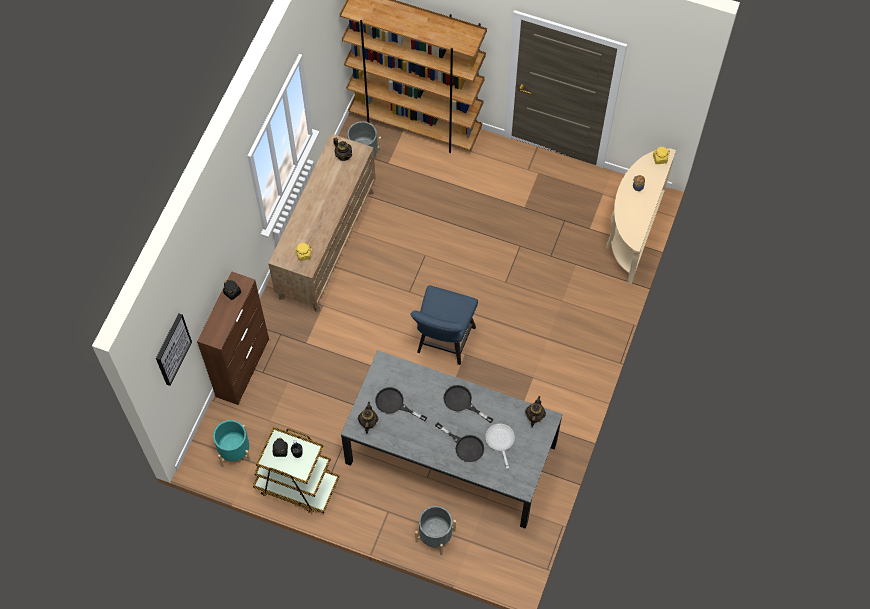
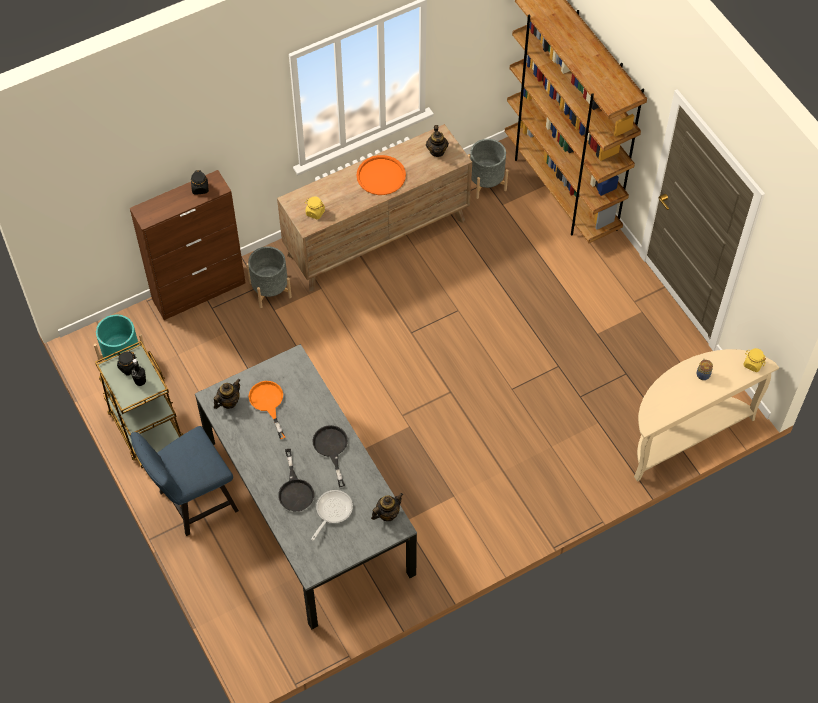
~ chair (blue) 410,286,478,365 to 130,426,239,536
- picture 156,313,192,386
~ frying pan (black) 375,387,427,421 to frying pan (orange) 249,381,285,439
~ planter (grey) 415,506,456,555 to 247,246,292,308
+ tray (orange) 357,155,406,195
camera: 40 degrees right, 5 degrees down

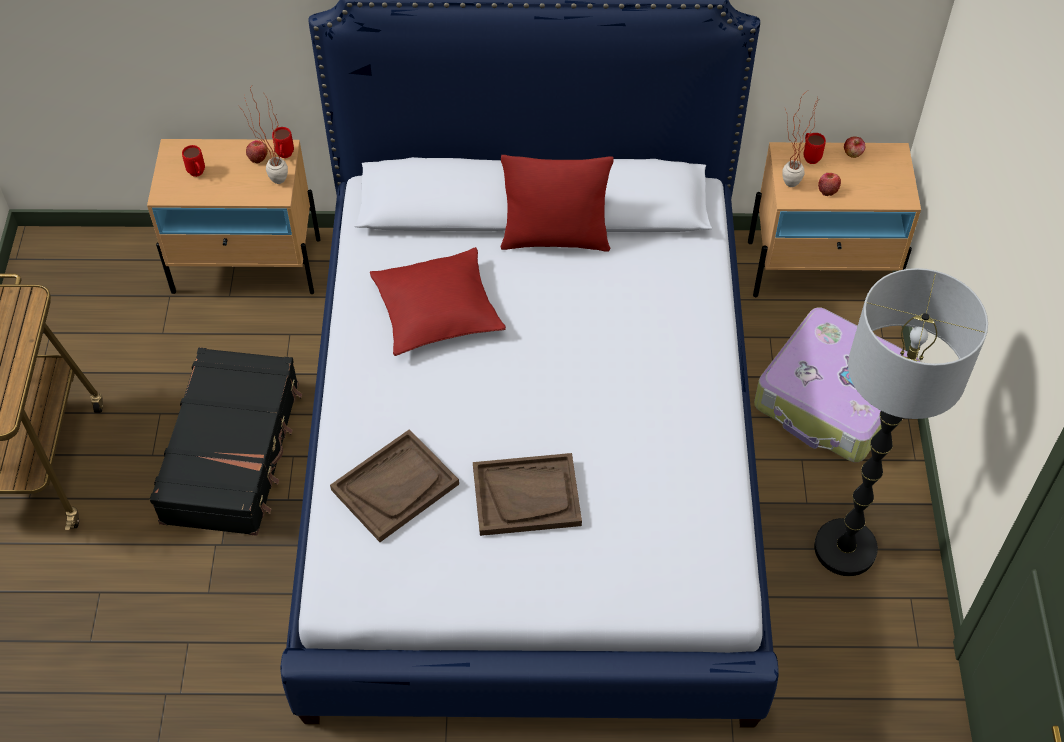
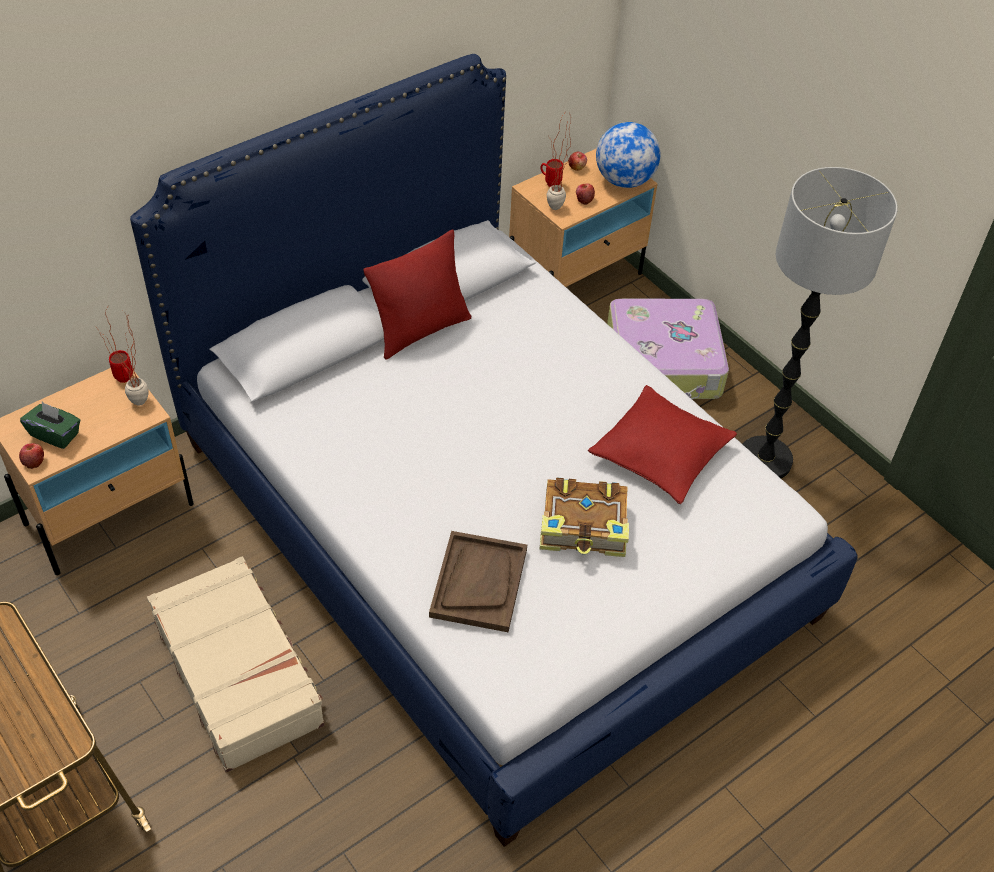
~ apple 246,140,268,164 to 19,443,44,469
~ mug (red) 182,145,205,177 to tissue box (green) 20,402,80,449
~ pillow (red) 370,247,506,356 to 588,385,737,504
~ suitcase (black) 150,347,302,536 to suitcase (beige) 147,556,325,773
~ tray (brown) 473,453,582,536 to book 540,477,629,557
+ globe 596,122,660,188
camera: 40 degrees left, 5 degrees down

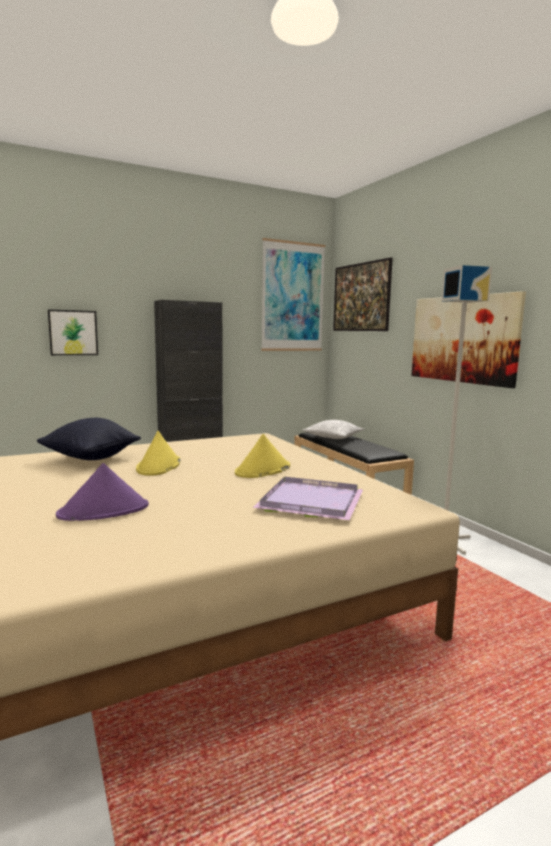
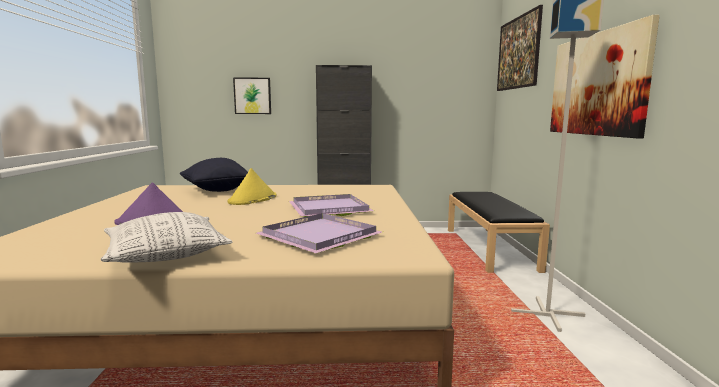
- picture 261,238,325,351
~ pillow 303,420,365,439 to 100,212,233,263
~ hat (yellow) 235,434,290,478 to tray (purple) 289,194,374,217
camera: 25 degrees right, 0 degrees up

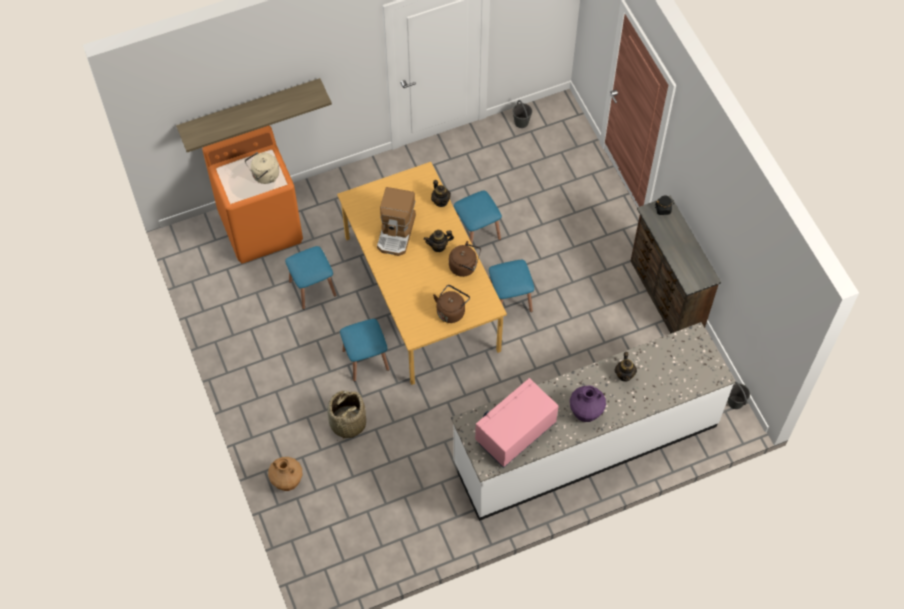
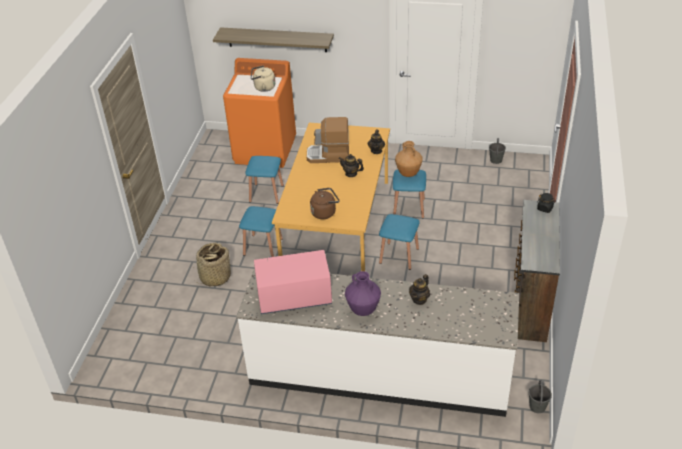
~ coffee machine 377,187,416,256 = 307,117,349,163 45 degrees clockwise
- kettle (brown) 449,241,481,277
~ vase (brown) 268,457,302,491 to 395,141,423,177
camera: 35 degrees right, 20 degrees down

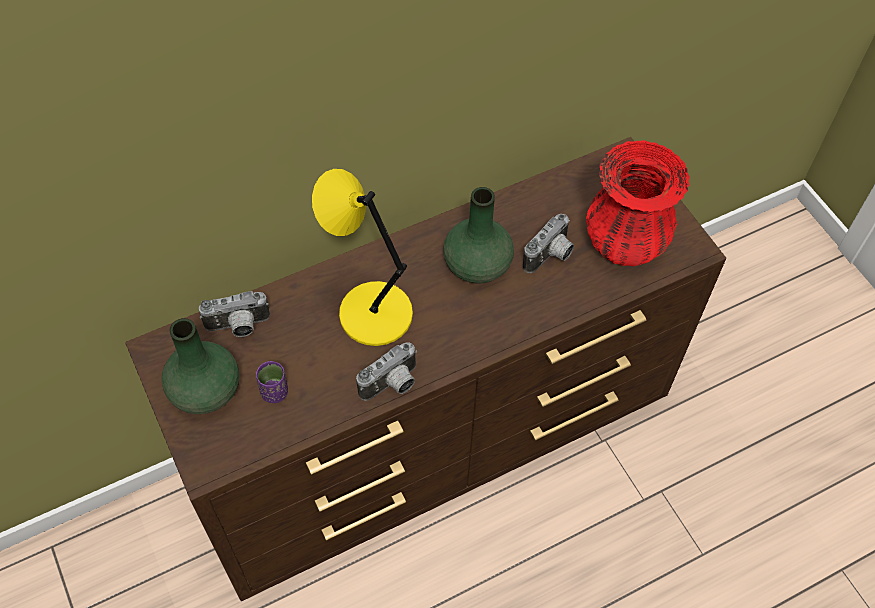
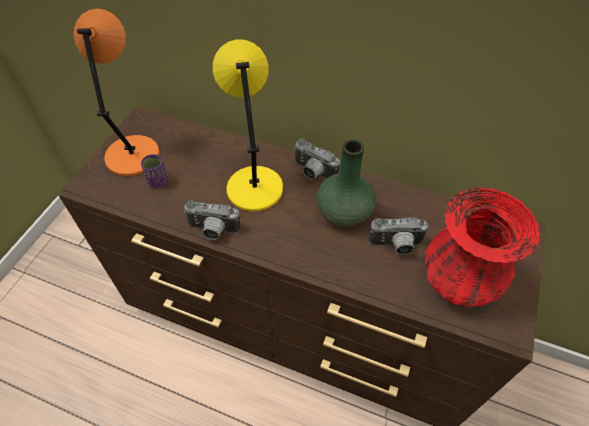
~ photo camera 199,291,270,337 to 294,138,340,179
~ vase (green) 161,318,239,414 to table lamp (orange) 74,8,160,176
camera: 50 degrees right, 5 degrees down

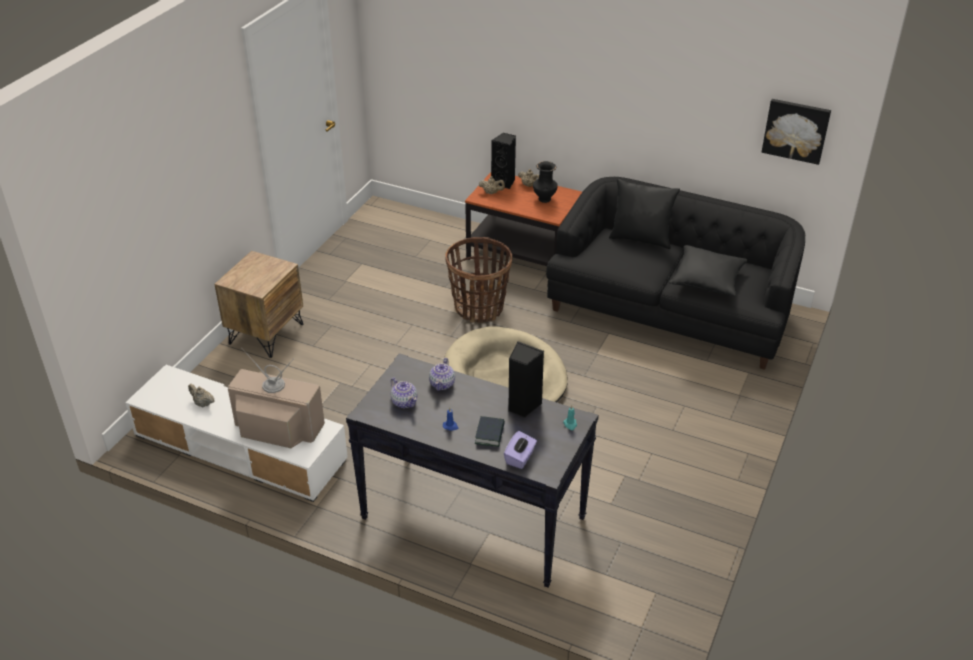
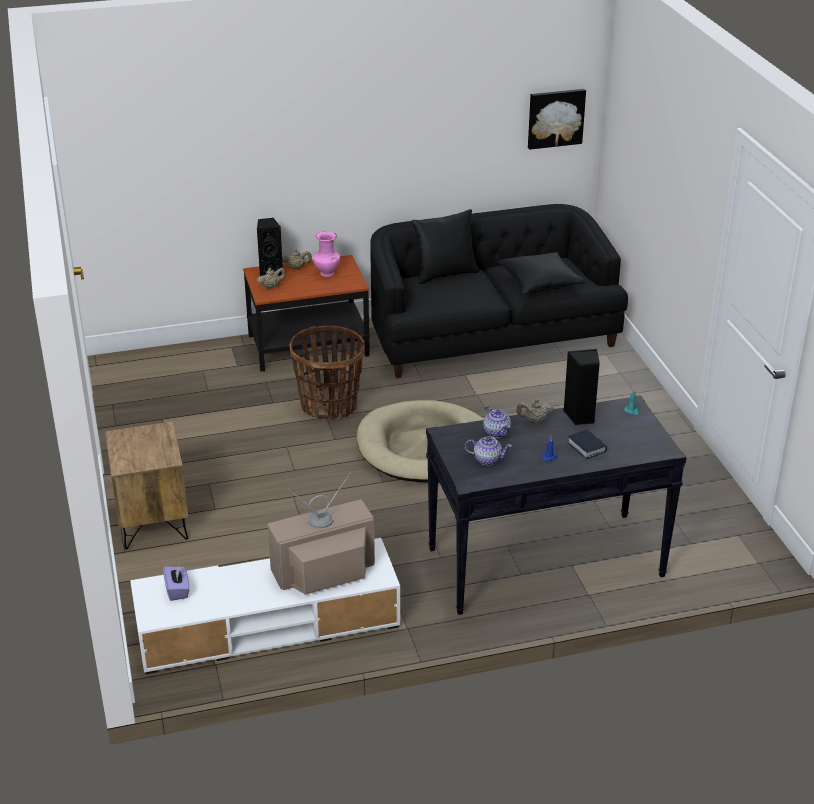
~ vase (black) 533,161,558,203 to vase (pink) 313,231,340,277
~ teapot (beige) 188,384,215,407 to 517,399,554,423
~ tissue box (purple) 504,431,537,469 to 163,564,190,601
camera: 40 degrees left, 5 degrees down

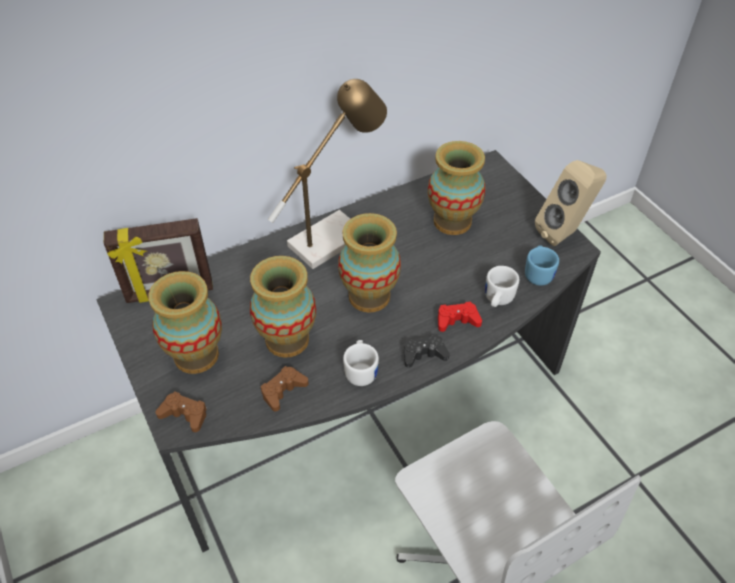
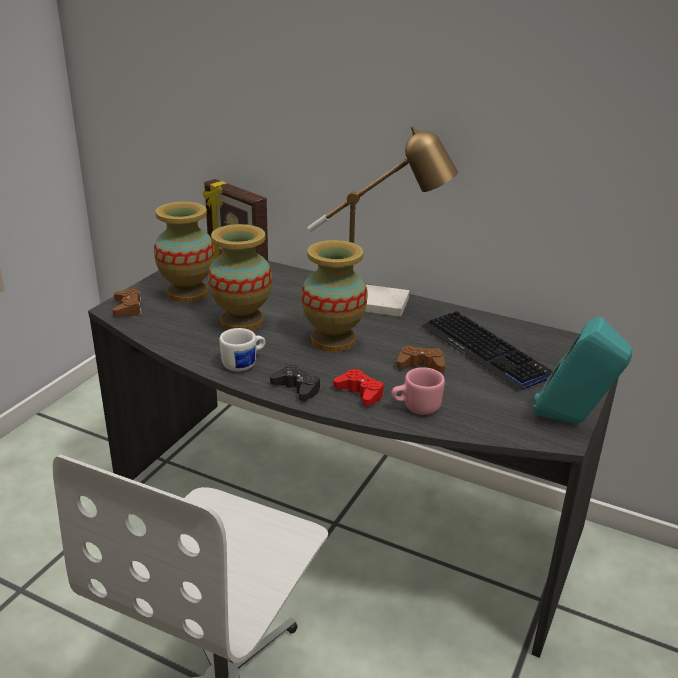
~ vase 428,141,485,235 to keyboard 421,311,553,390
~ speaker (beige) 535,160,607,246 to speaker (turquoise) 533,317,633,424
- mug (blue) 525,246,559,286
~ mug (white) 485,266,519,307 to mug (pink) 391,367,445,415
~ game controller (brown) 261,366,309,411 to 396,346,445,373
camera: 55 degrees right, 20 degrees down

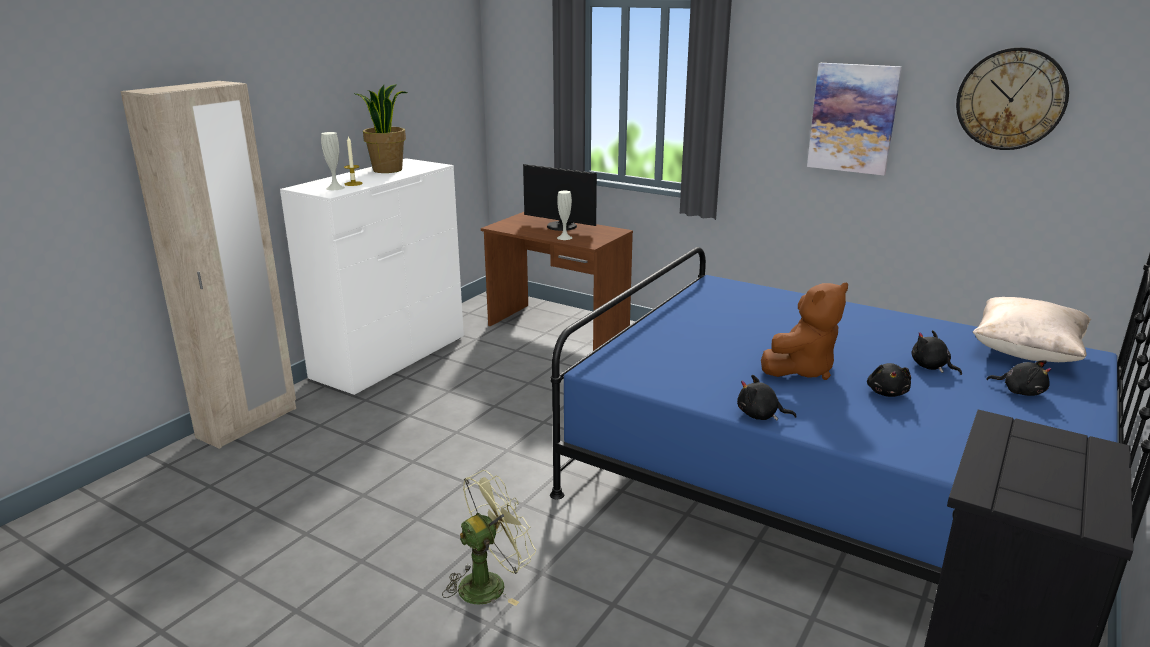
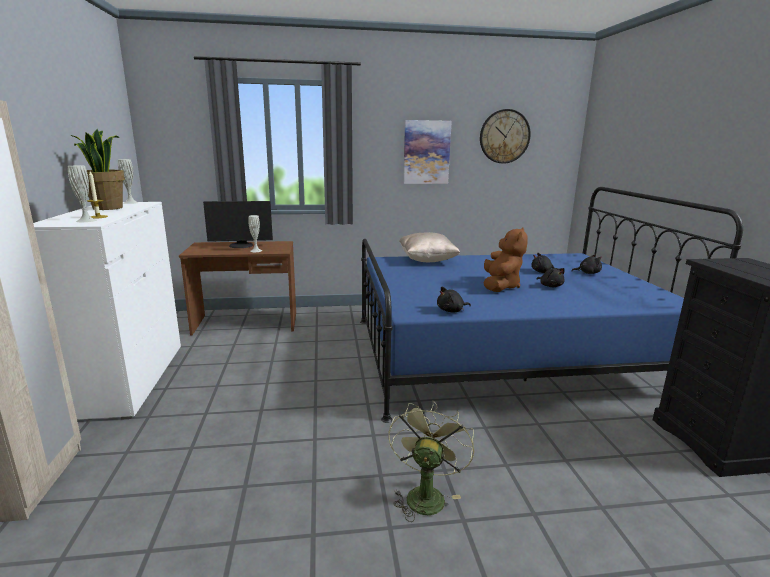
~ pillow (beige) 973,297,1091,362 to 399,232,460,262
~ plush toy (black) 737,375,797,420 to 437,286,471,312
+ vase (white) 118,159,139,204
camera: 40 degrees left, 5 degrees down

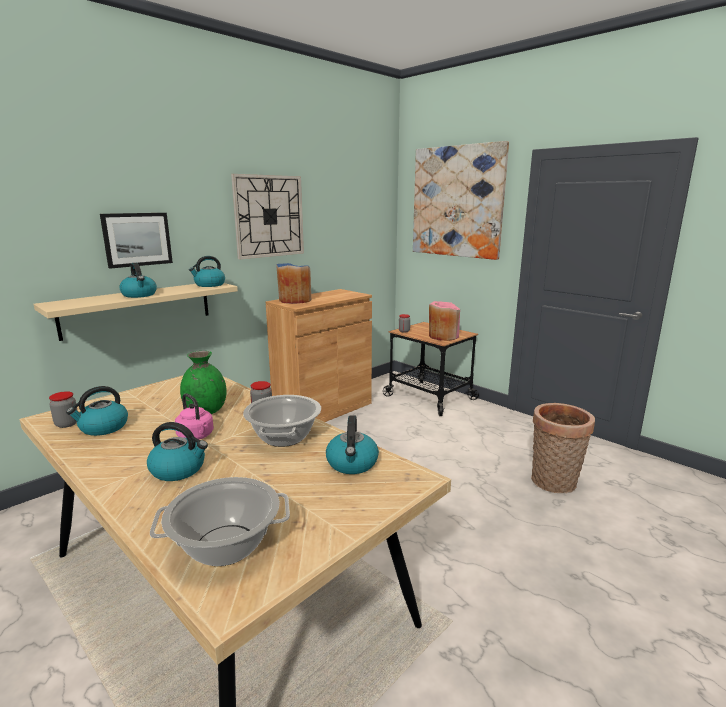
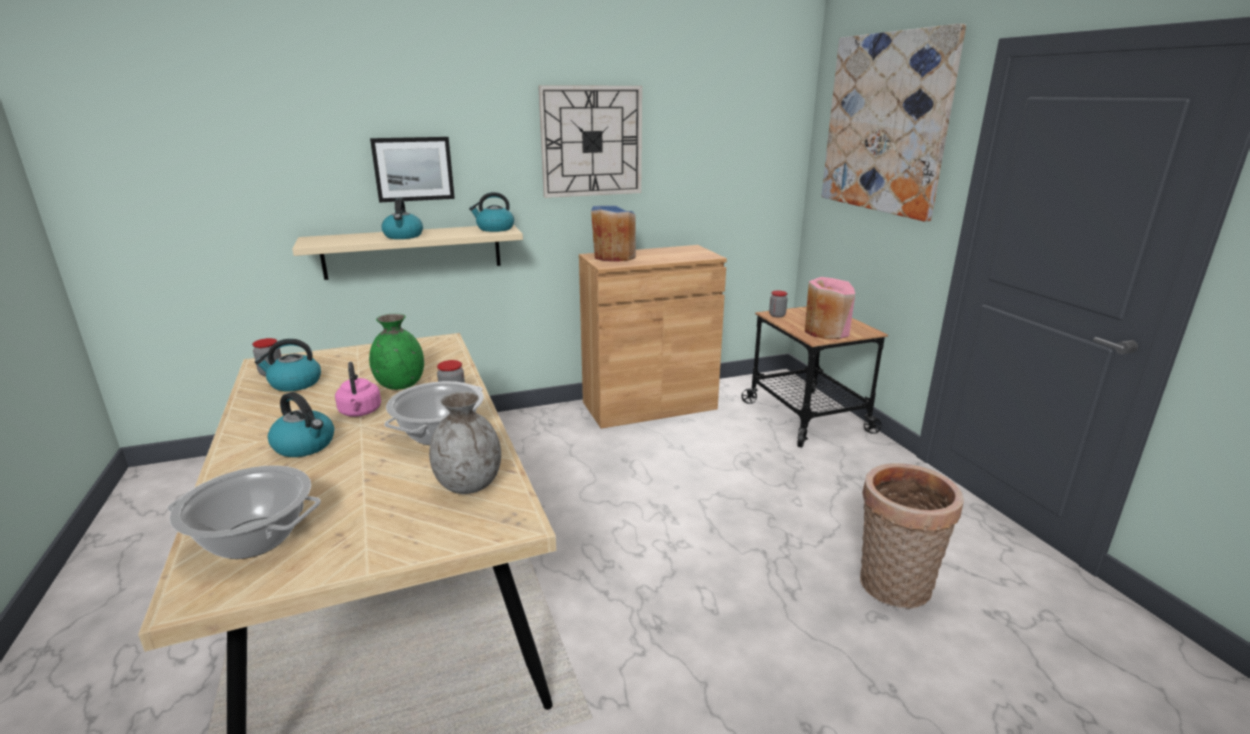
~ kettle 326,415,379,474 to vase (grey) 429,391,501,494
camera: 25 degrees right, 5 degrees up

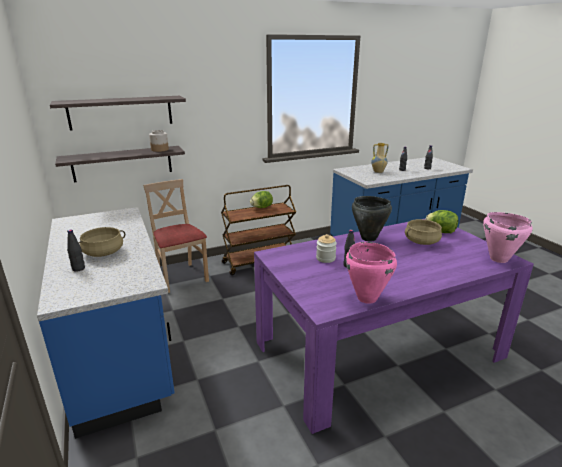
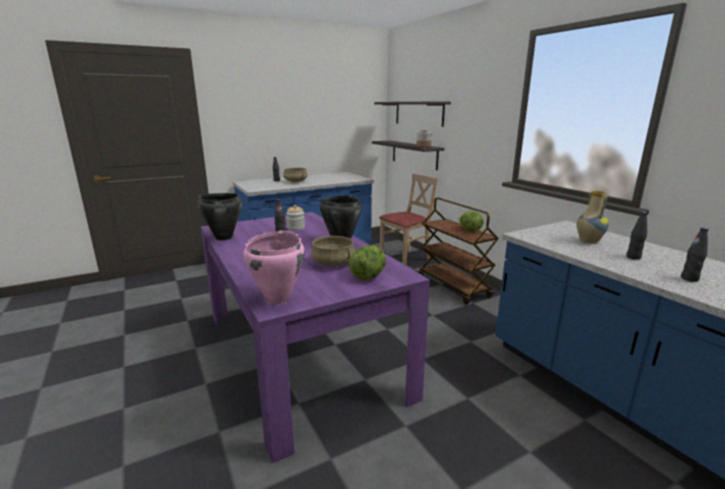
~ cooking pot (pink) 346,242,397,304 to cooking pot (black) 197,193,242,240
camera: 85 degrees right, 5 degrees down

